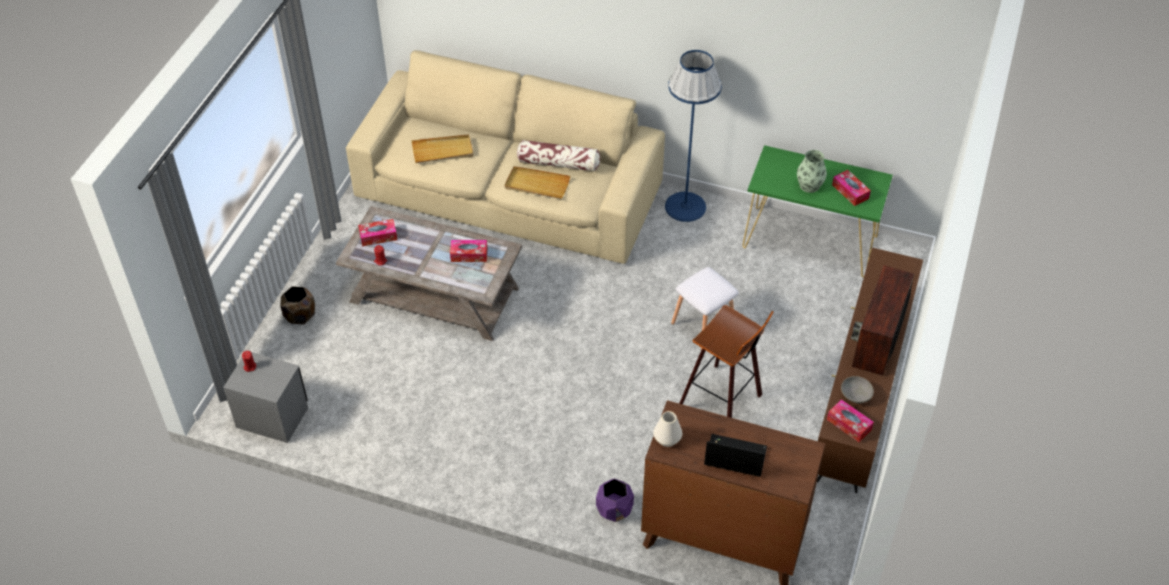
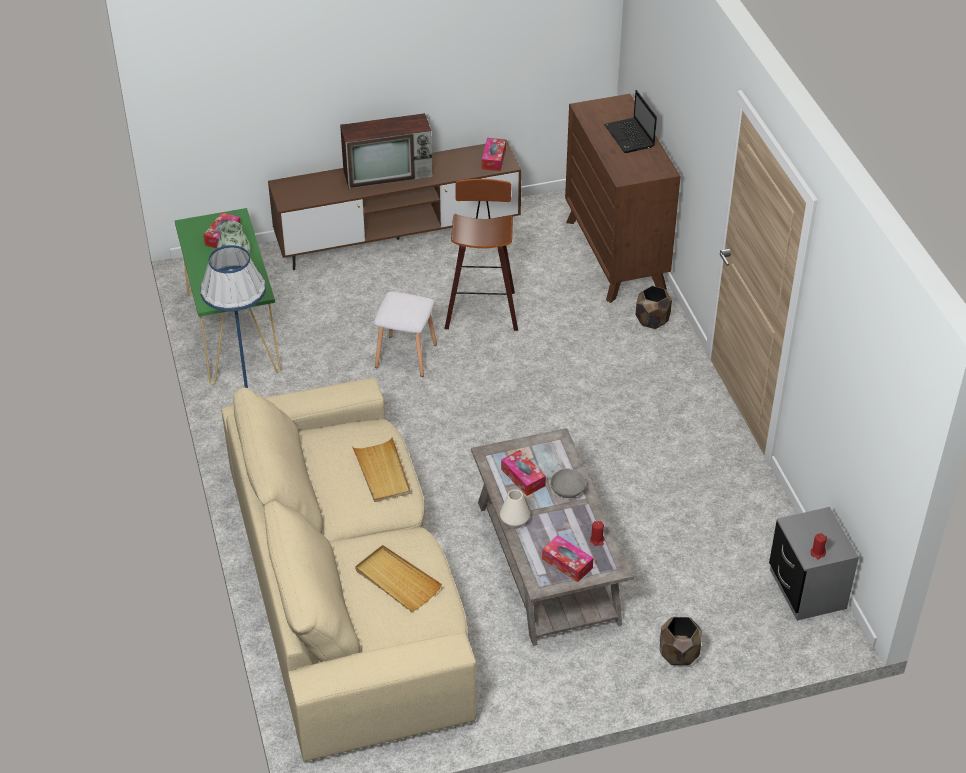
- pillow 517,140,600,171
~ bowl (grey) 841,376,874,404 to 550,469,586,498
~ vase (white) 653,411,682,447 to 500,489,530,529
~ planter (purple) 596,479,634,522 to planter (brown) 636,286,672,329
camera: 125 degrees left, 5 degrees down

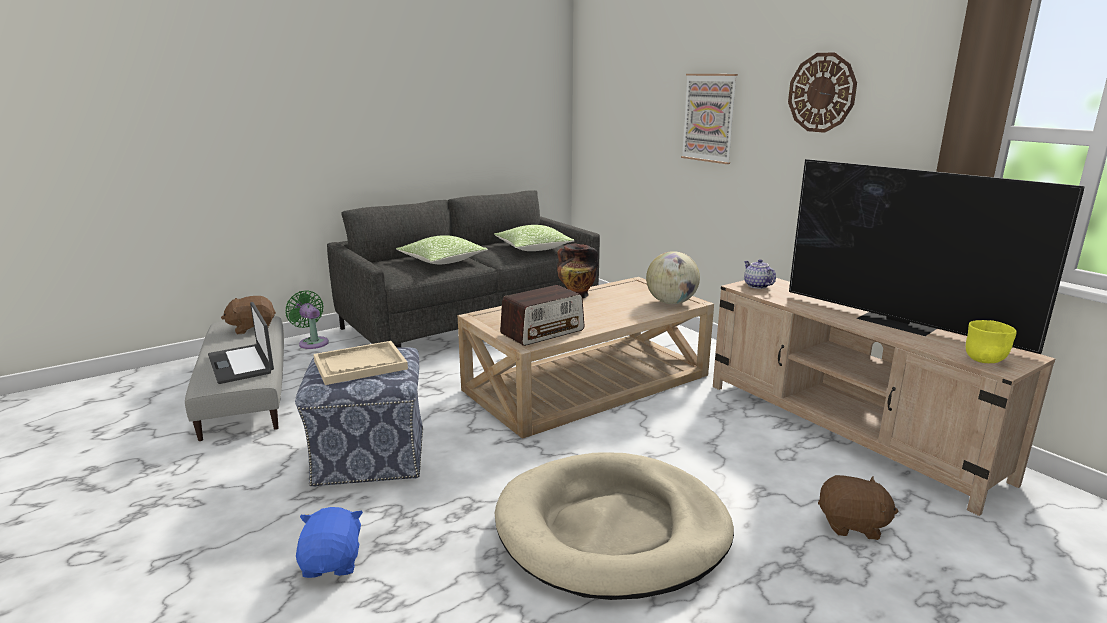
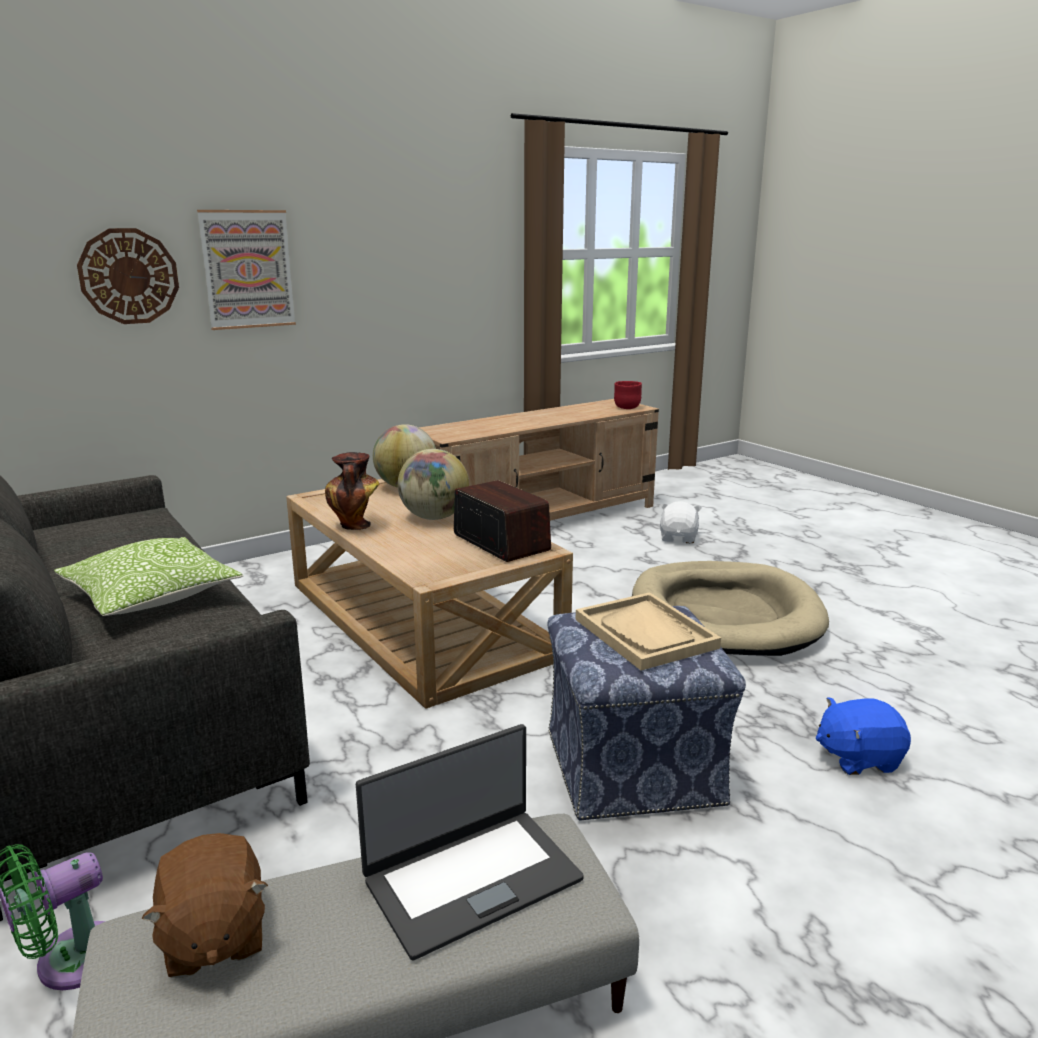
~ wall clock 788,52,857,133 to 77,228,179,324
- television 789,159,1085,354
- pillow 494,225,574,251
- teapot 744,259,776,289
~ bowl (yellow) 966,320,1017,363 to bowl (red) 614,381,642,409
~ plush toy (brown) 818,475,898,540 to plush toy (white) 660,501,702,543
+ globe 398,449,469,520
camera: 90 degrees left, 0 degrees up

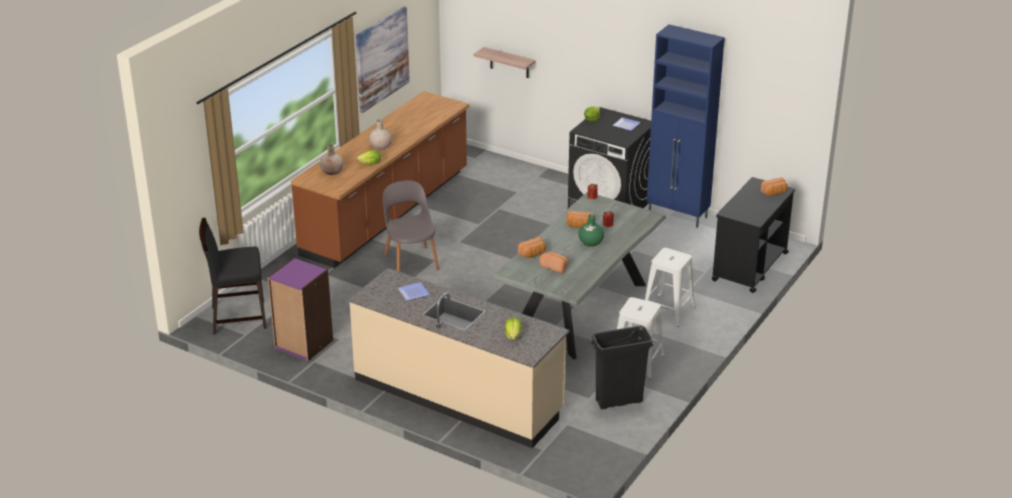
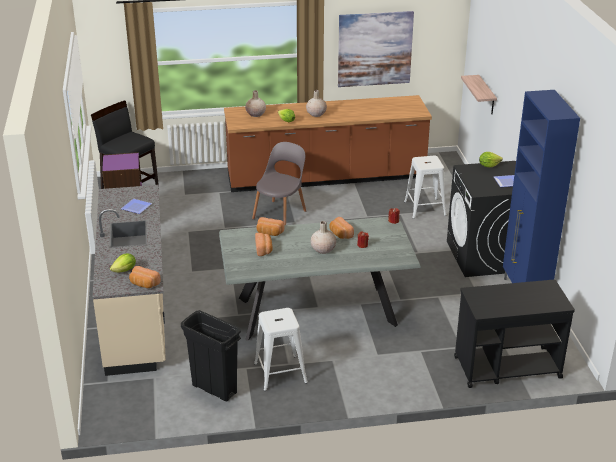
~ bread 761,177,788,196 to 129,266,161,288
~ vase (green) 578,214,604,247 to vase (beige) 311,221,336,254
~ stool (white) 645,248,696,327 to 404,156,447,219
camera: 50 degrees right, 0 degrees up

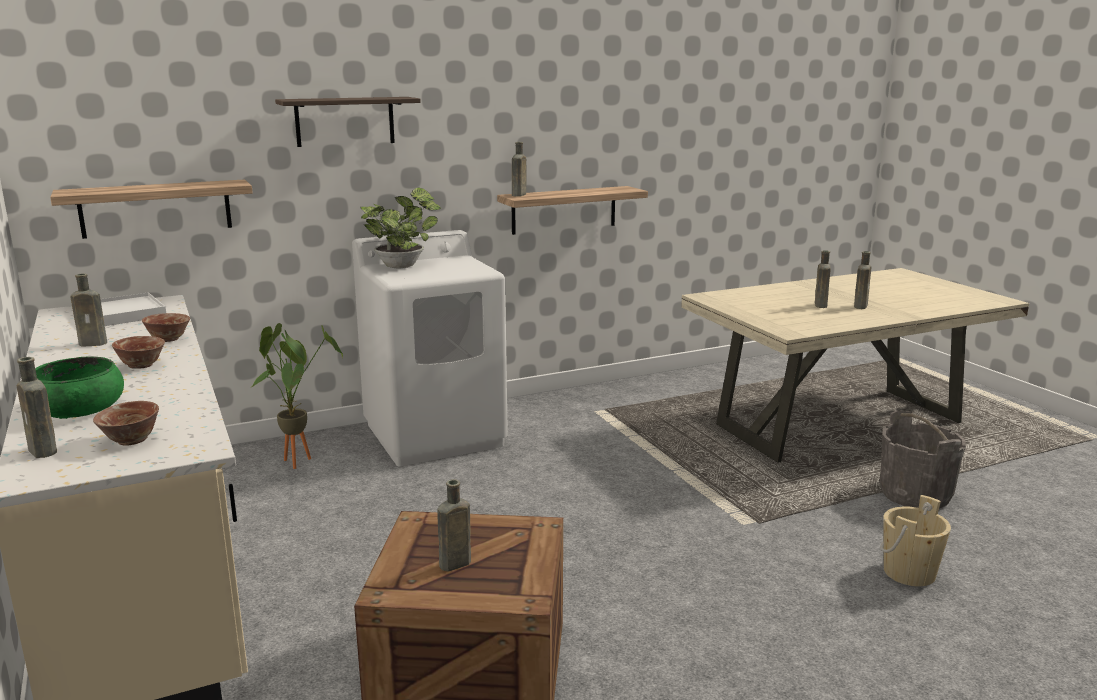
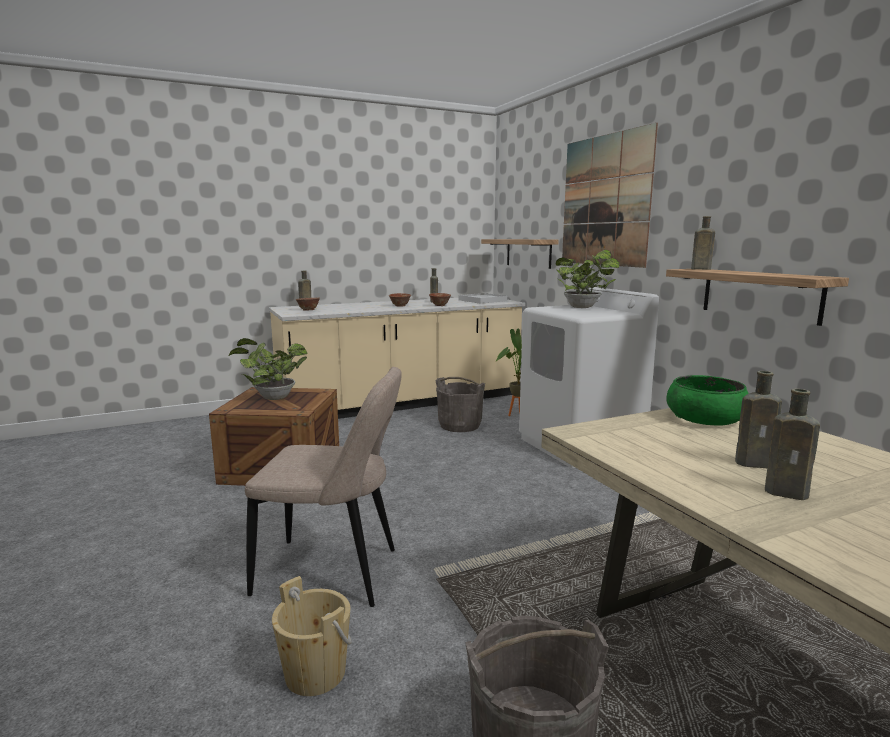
~ shelf 275,97,421,147 to picture 562,123,658,268
~ bowl (green) 35,357,124,419 to 666,375,749,426
~ bottle (brown) 437,479,471,572 to potted plant 229,338,308,400
+ chair (beige) 245,367,402,607
+ bucket (grey) 436,377,485,432
camera: 90 degrees right, 5 degrees down

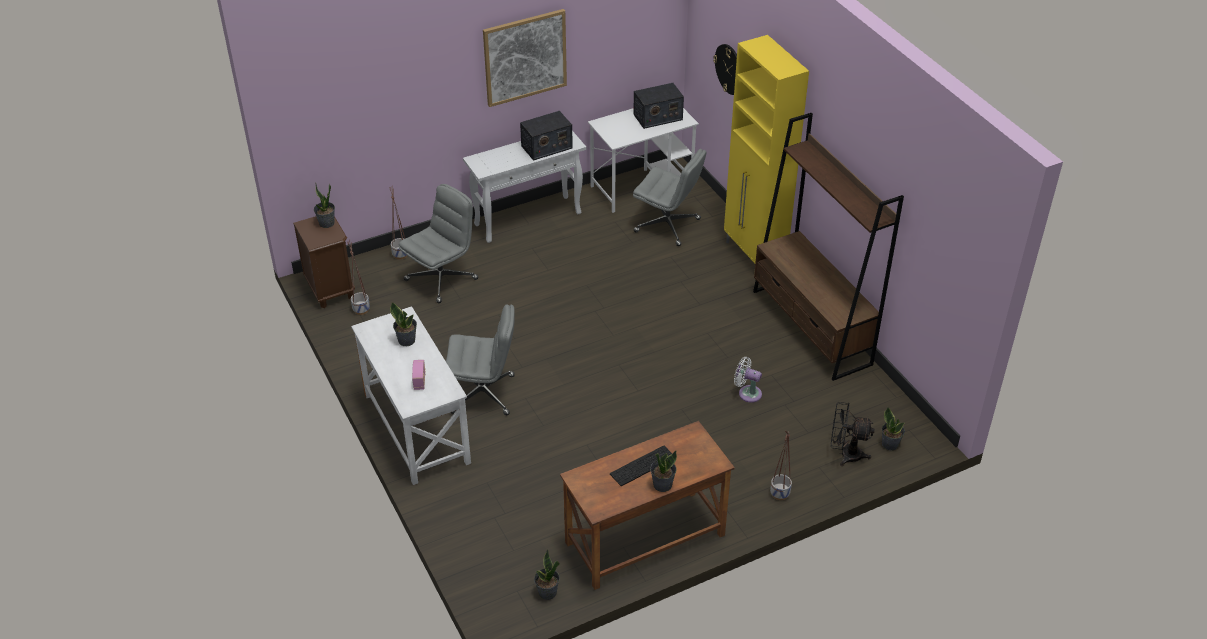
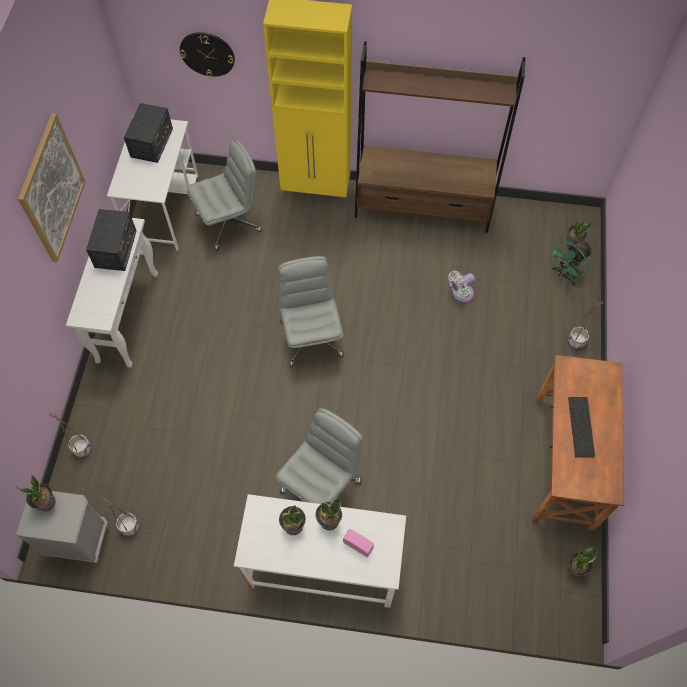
~ office chair (grey) 398,184,478,303 to 277,256,344,367
~ nightstand (brown) 293,216,355,308 to nightstand (grey) 15,491,108,563
~ fan (black) 831,402,875,466 to fan (green) 548,240,593,286
~ potted plant 650,450,677,492 to 315,498,342,531
camera: 55 degrees left, 20 degrees up

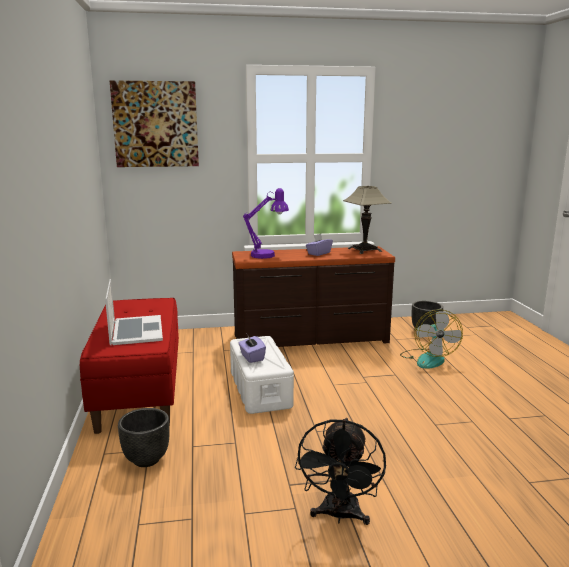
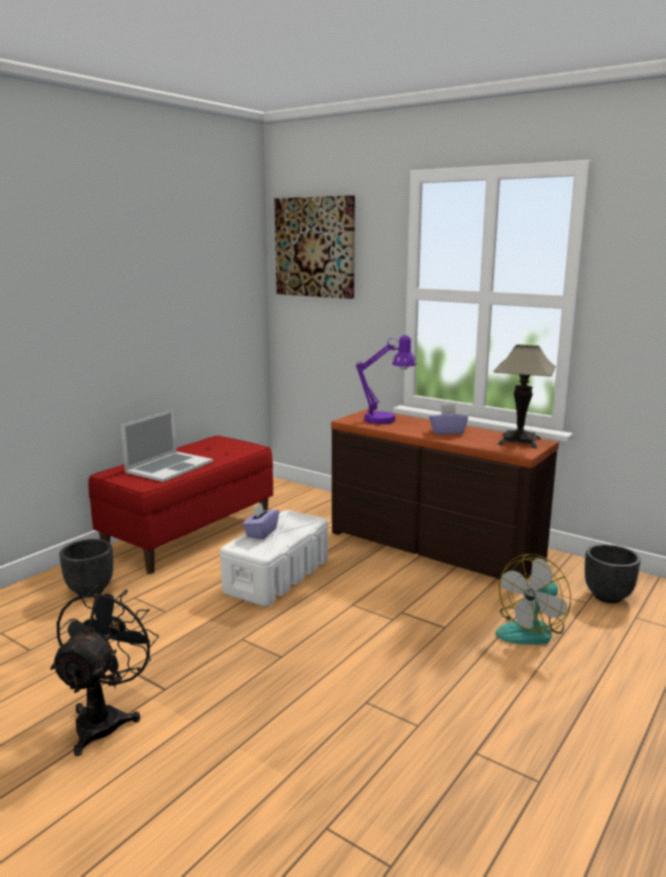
~ fan (black) 295,417,386,525 = 50,585,159,756 135 degrees clockwise
camera: 45 degrees right, 0 degrees up

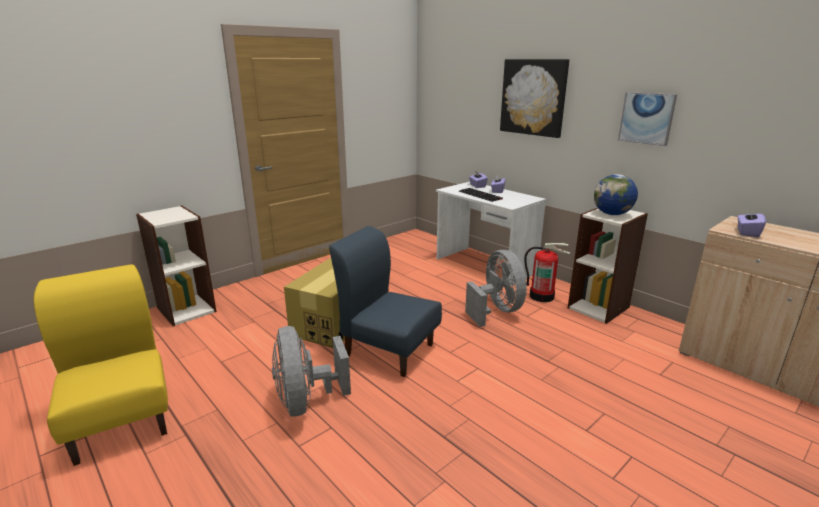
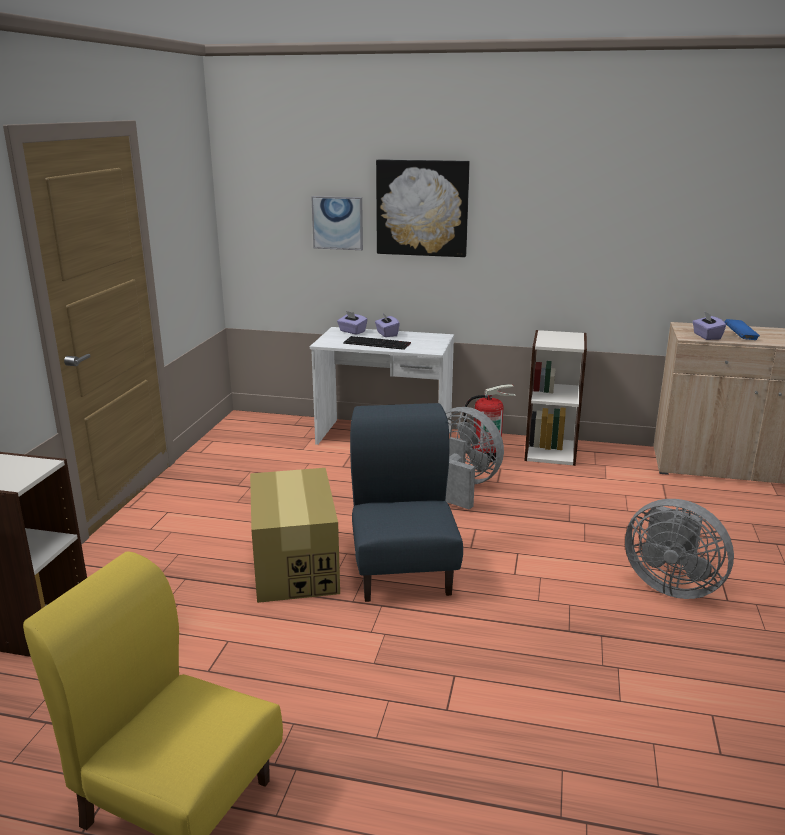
~ picture 618,92,677,146 to 311,196,363,250
- globe 594,174,638,215
~ chair (blue) 329,226,442,377 = 350,403,463,602 90 degrees clockwise
~ fan (grey) 272,326,351,417 to 625,499,734,599
+ book (blue) 724,319,760,340
camera: 35 degrees left, 0 degrees up

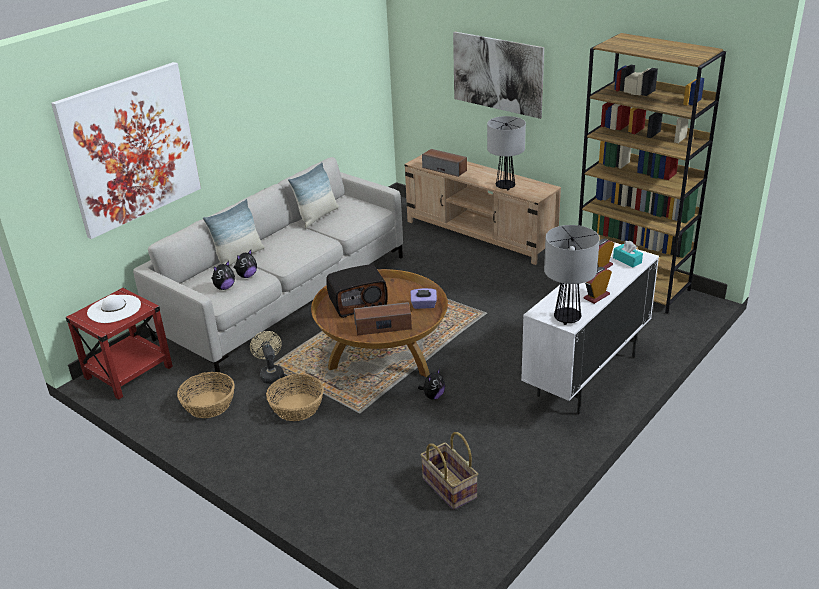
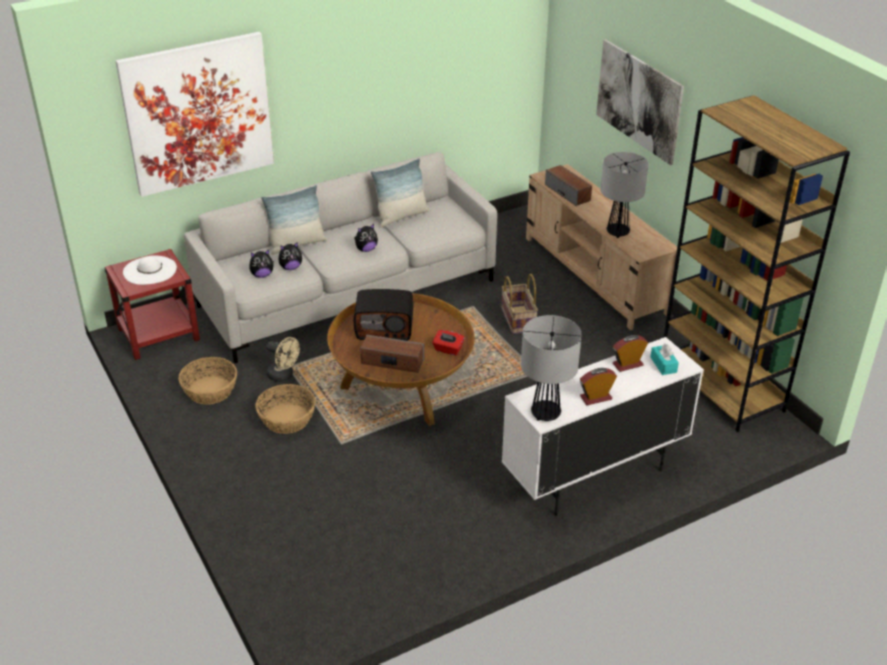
~ tissue box (purple) 411,288,437,309 to tissue box (red) 432,330,464,355
~ fan (beige) 250,331,284,384 = 267,337,300,382 120 degrees clockwise
~ plush toy 418,369,445,399 to 354,224,378,252
~ basket 421,432,478,510 to 502,274,538,334
camera: 20 degrees right, 5 degrees up

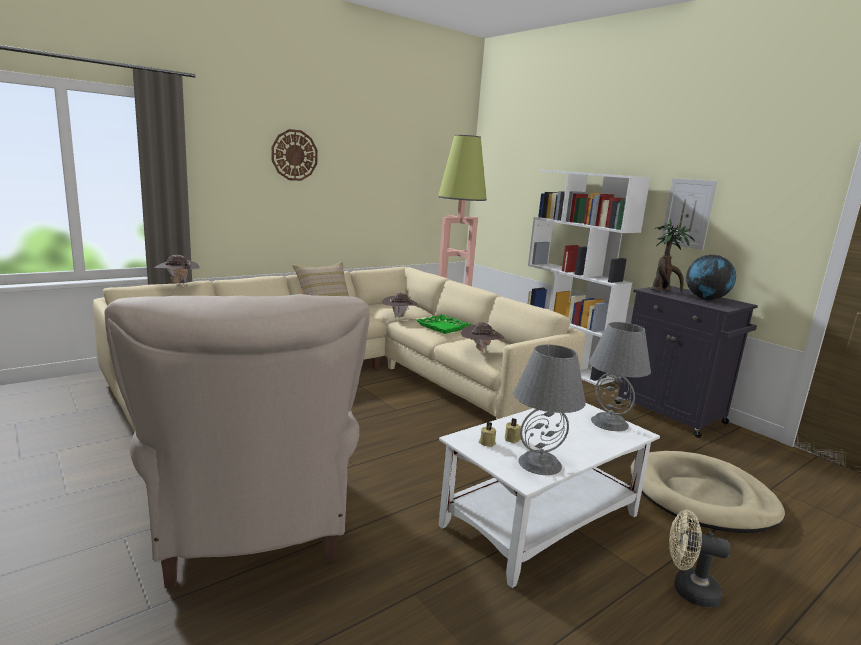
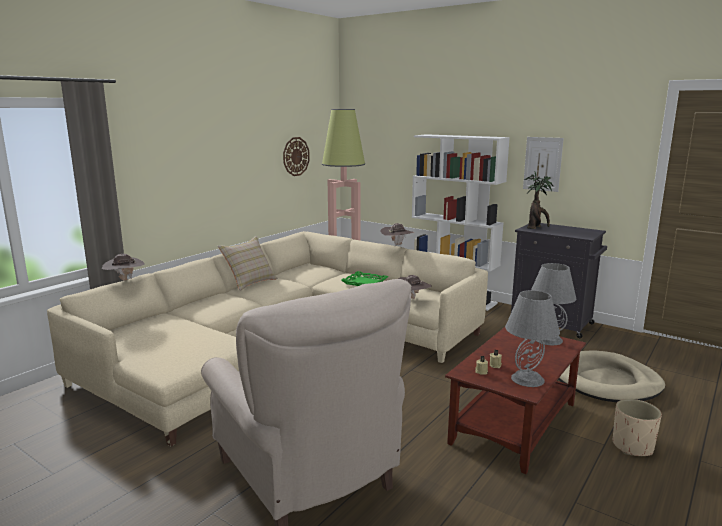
~ wall clock 271,129,318,181 to 283,137,310,176
- globe 686,255,736,300
~ hat (brown) 382,293,419,318 to 380,223,414,246
~ coffee table (white) 439,403,660,588 to coffee table (brown) 445,327,586,474
~ fan (beige) 669,510,731,608 to planter (beige) 613,399,662,456
camera: 15 degrees left, 0 degrees up

